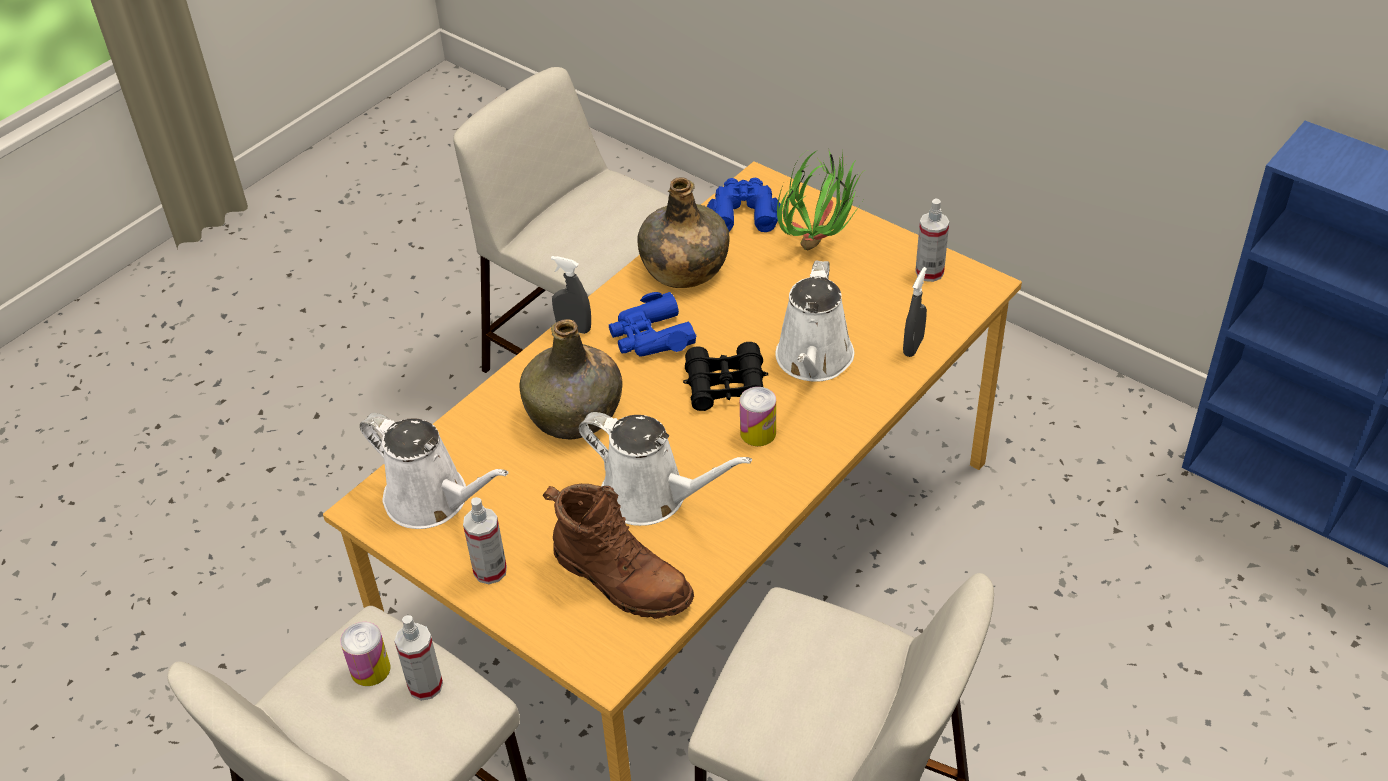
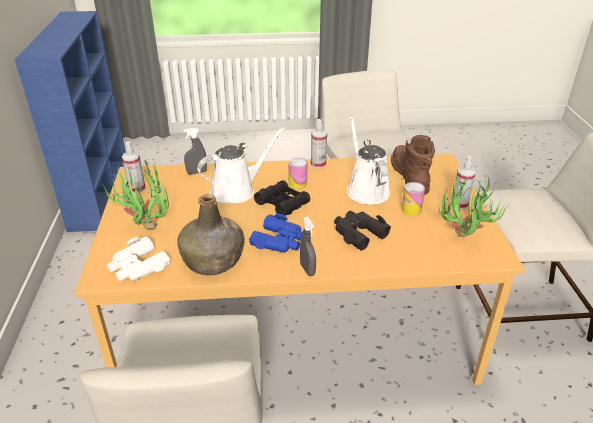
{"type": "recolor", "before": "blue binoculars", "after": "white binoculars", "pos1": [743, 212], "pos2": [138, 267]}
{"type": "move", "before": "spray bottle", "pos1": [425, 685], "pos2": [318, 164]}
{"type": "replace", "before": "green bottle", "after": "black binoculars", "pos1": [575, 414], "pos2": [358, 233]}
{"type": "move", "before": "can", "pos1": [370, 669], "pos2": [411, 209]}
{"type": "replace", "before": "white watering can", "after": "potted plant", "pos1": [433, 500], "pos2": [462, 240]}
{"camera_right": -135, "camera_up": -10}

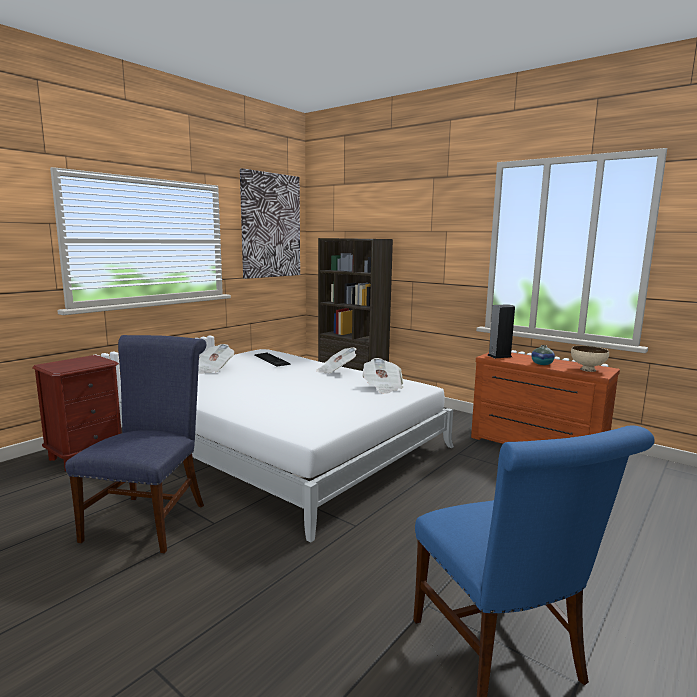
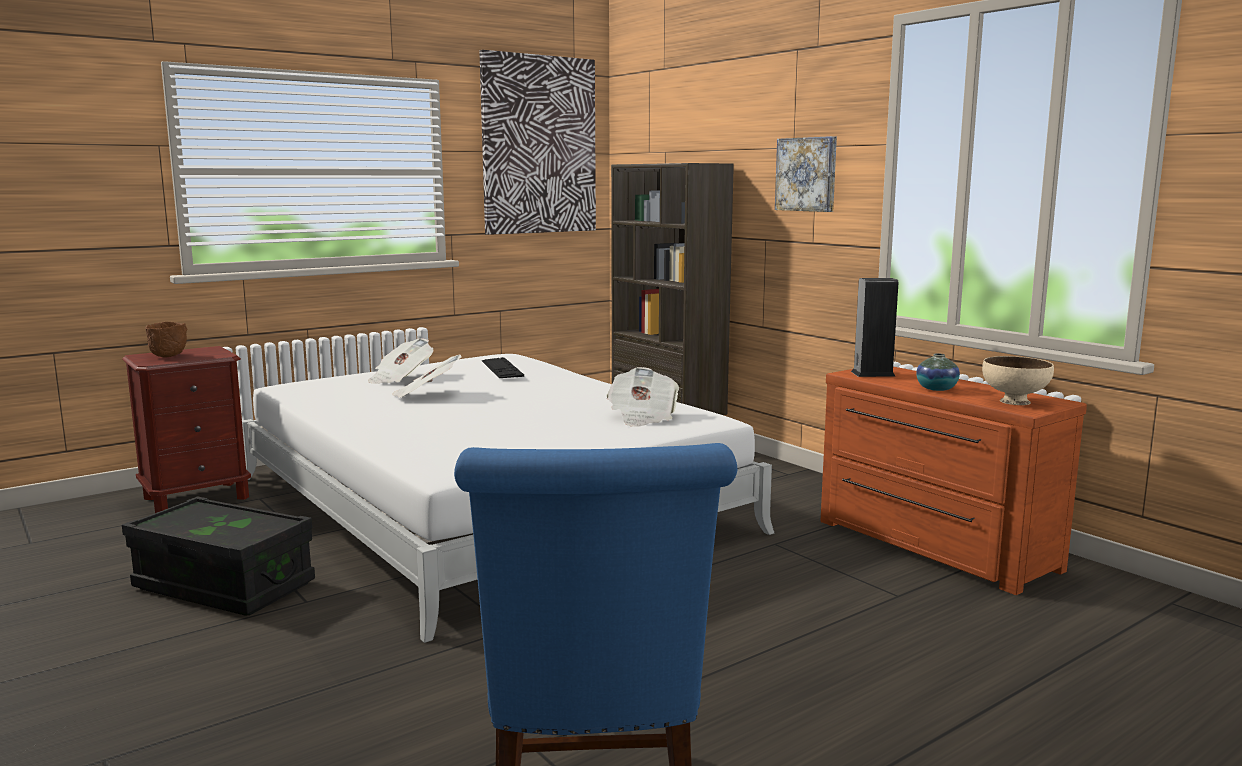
{"type": "replace", "before": "blue chair", "after": "black storage box", "pos1": [150, 518], "pos2": [224, 585]}
{"type": "insert", "after": "brown bowl", "pos2": [169, 356]}
{"type": "move", "before": "newspaper", "pos1": [336, 371], "pos2": [426, 395]}
{"type": "insert", "after": "picture", "pos2": [807, 174]}
{"camera_right": 15, "camera_up": 0}

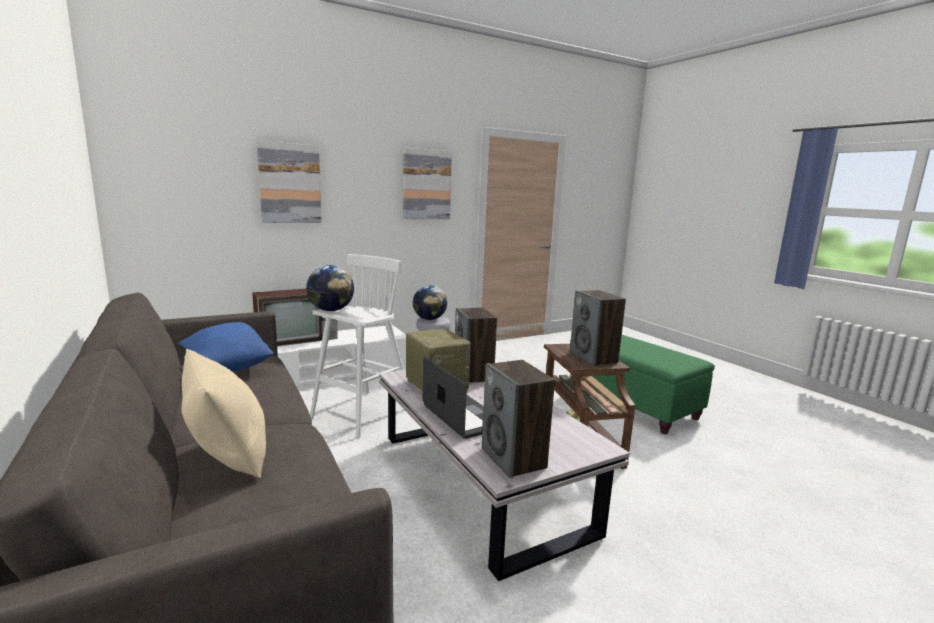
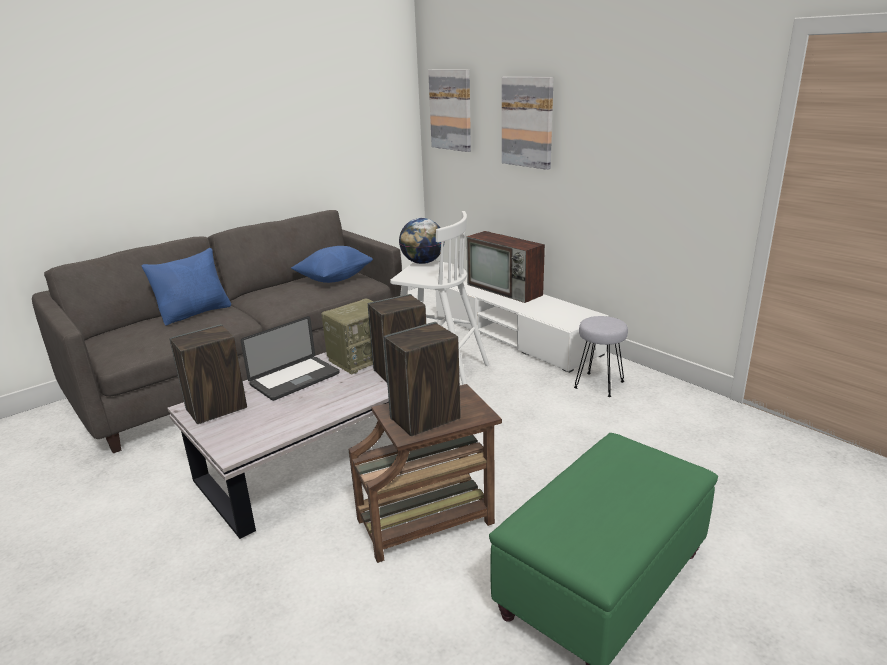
{"type": "recolor", "before": "beige pillow", "after": "blue pillow", "pos1": [228, 456], "pos2": [195, 313]}
{"type": "move", "before": "picture", "pos1": [426, 184], "pos2": [451, 110]}
{"type": "delete", "before": "globe", "pos1": [429, 319]}
{"camera_right": 80, "camera_up": 10}

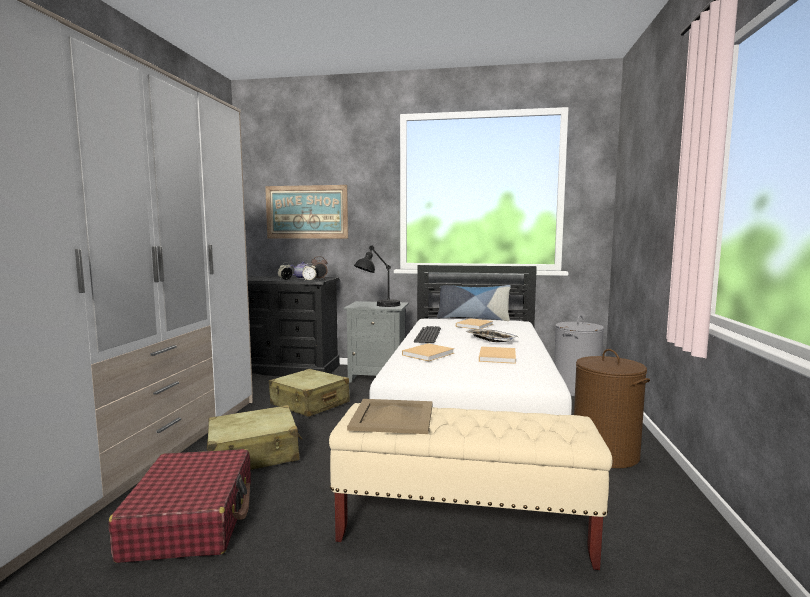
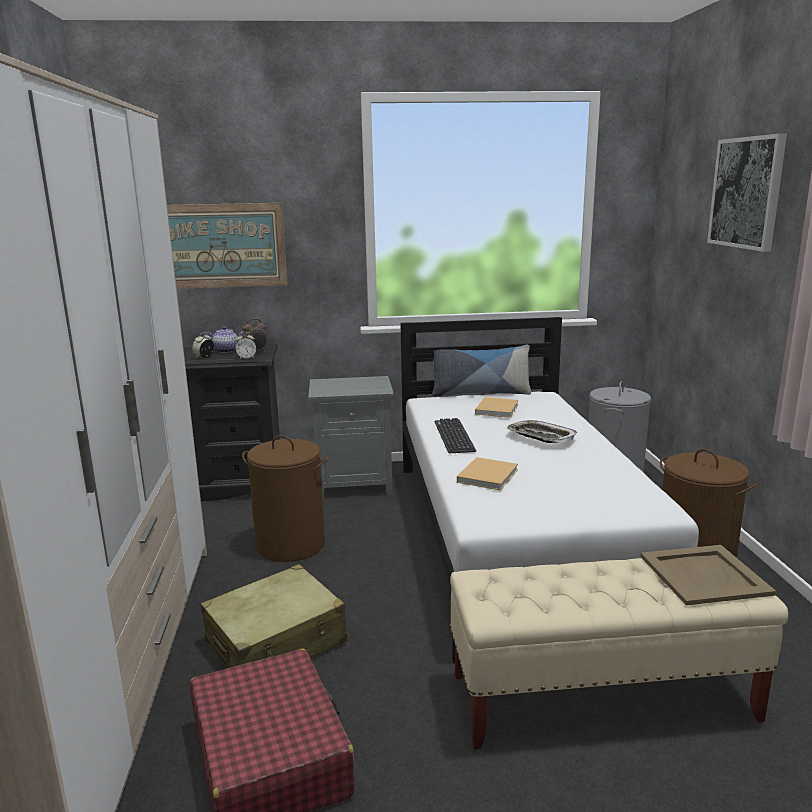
{"type": "replace", "before": "beige suitcase", "after": "brown laundry basket", "pos1": [309, 404], "pos2": [291, 545]}
{"type": "move", "before": "beige tray", "pos1": [393, 416], "pos2": [704, 574]}
{"type": "insert", "after": "picture", "pos2": [747, 192]}
{"type": "delete", "before": "black table lamp", "pos1": [378, 306]}
{"type": "delete", "before": "beige book", "pos1": [497, 356]}
{"camera_right": -15, "camera_up": 10}

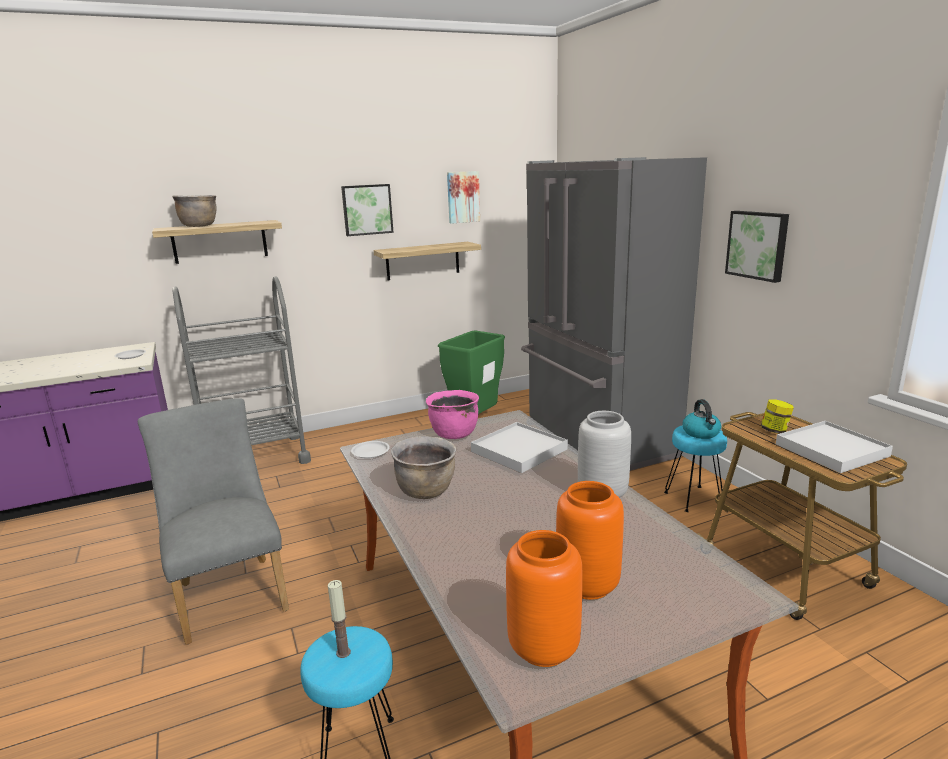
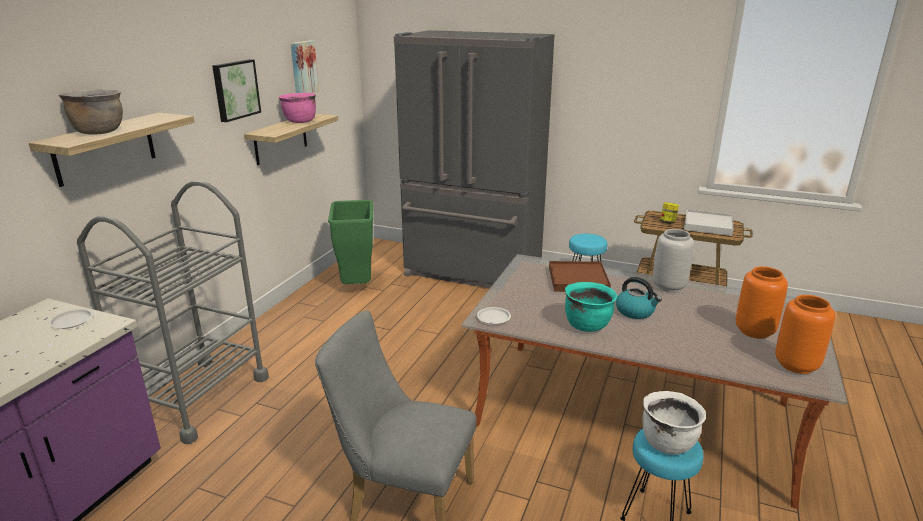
{"type": "move", "before": "pink cooking pot", "pos1": [453, 434], "pos2": [300, 122]}
{"type": "recolor", "before": "white tray", "after": "brown tray", "pos1": [519, 450], "pos2": [578, 279]}
{"type": "recolor", "before": "brown cooking pot", "after": "turquoise cooking pot", "pos1": [426, 491], "pos2": [587, 325]}
{"type": "move", "before": "kettle", "pos1": [701, 433], "pos2": [635, 311]}
{"type": "replace", "before": "candle", "after": "white cooking pot", "pos1": [343, 652], "pos2": [667, 443]}
{"type": "delete", "before": "picture", "pos1": [758, 245]}
{"camera_right": -45, "camera_up": 5}

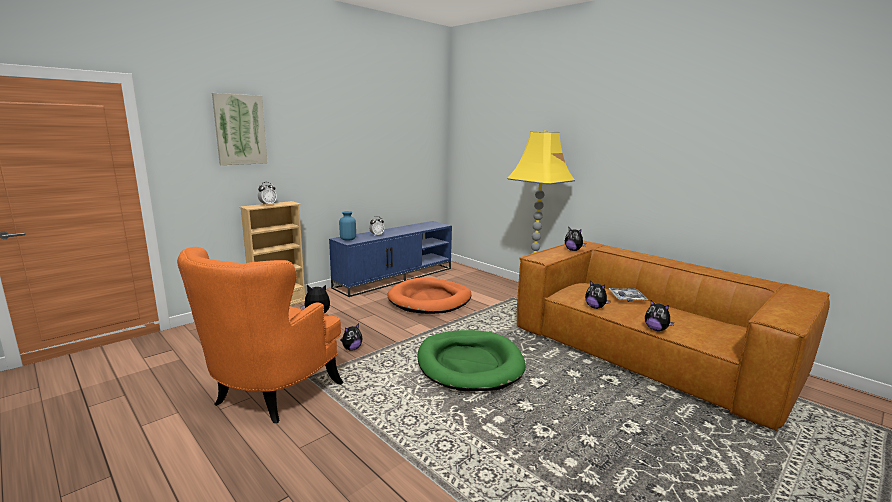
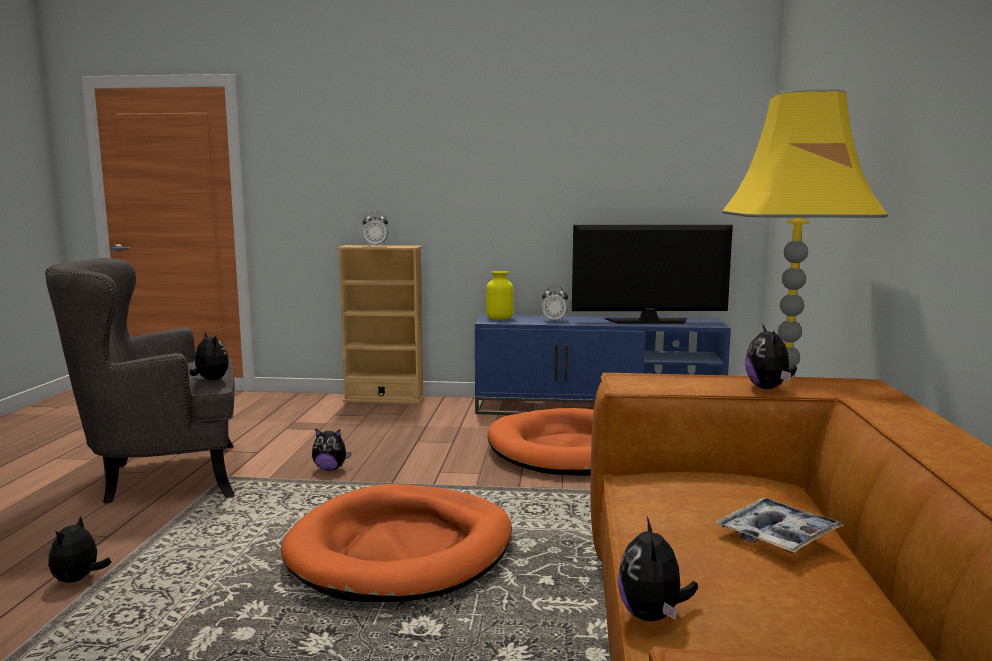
{"type": "recolor", "before": "orange armchair", "after": "grey armchair", "pos1": [269, 395], "pos2": [162, 477]}
{"type": "move", "before": "plush toy", "pos1": [595, 307], "pos2": [78, 579]}
{"type": "recolor", "before": "green dog bed", "after": "orange dog bed", "pos1": [469, 364], "pos2": [402, 550]}
{"type": "recolor", "before": "blue vase", "after": "yellow vase", "pos1": [348, 239], "pos2": [499, 318]}
{"type": "insert", "after": "television", "pos2": [648, 321]}
{"type": "delete", "before": "picture", "pos1": [240, 129]}
{"camera_right": 50, "camera_up": -5}

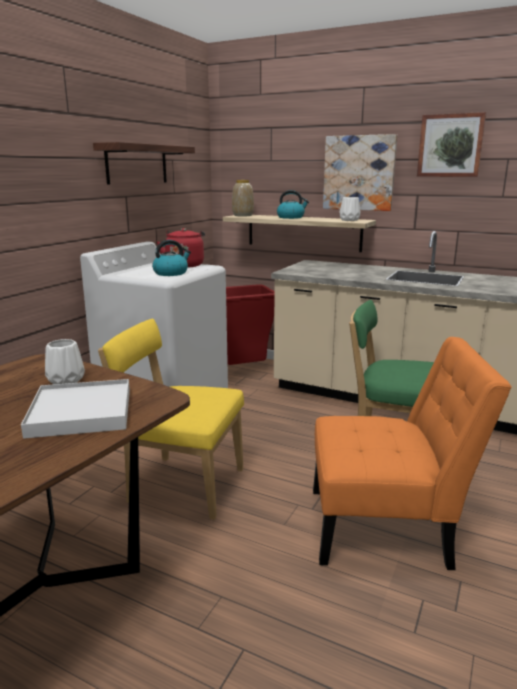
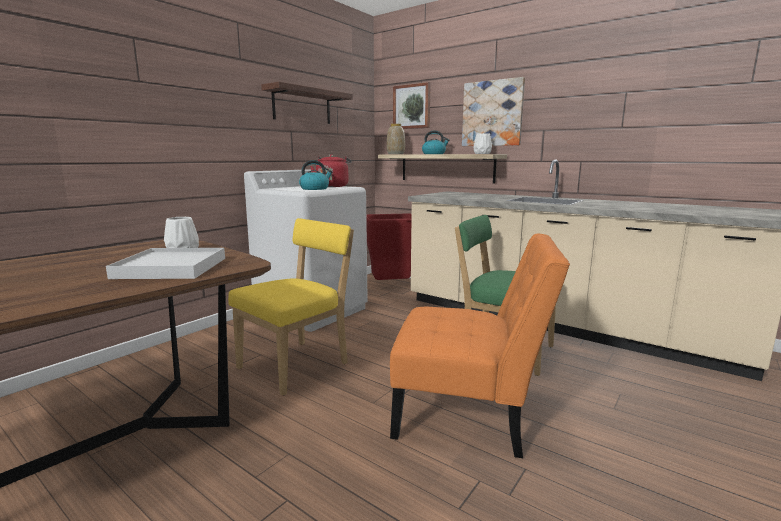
{"type": "rotate", "before": "yellow chair", "pos1": [181, 485], "pos2": [298, 364], "turn": 105}
{"type": "move", "before": "picture", "pos1": [450, 145], "pos2": [412, 106]}
{"camera_right": 10, "camera_up": -5}

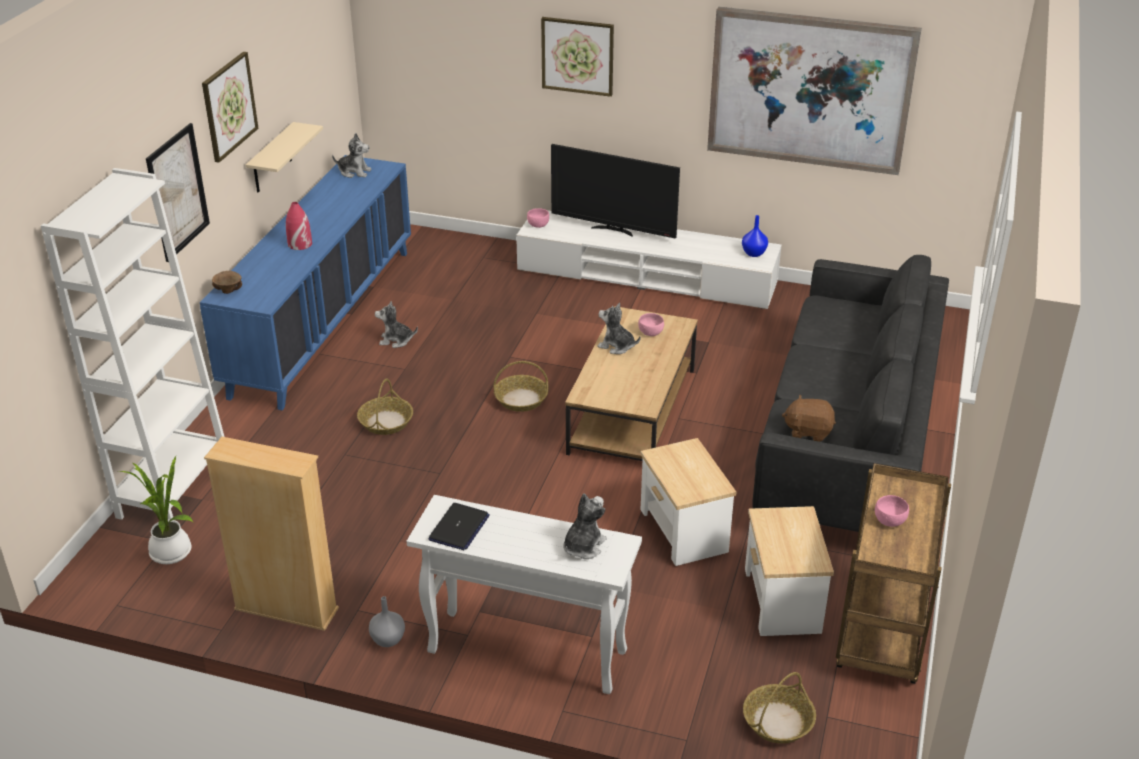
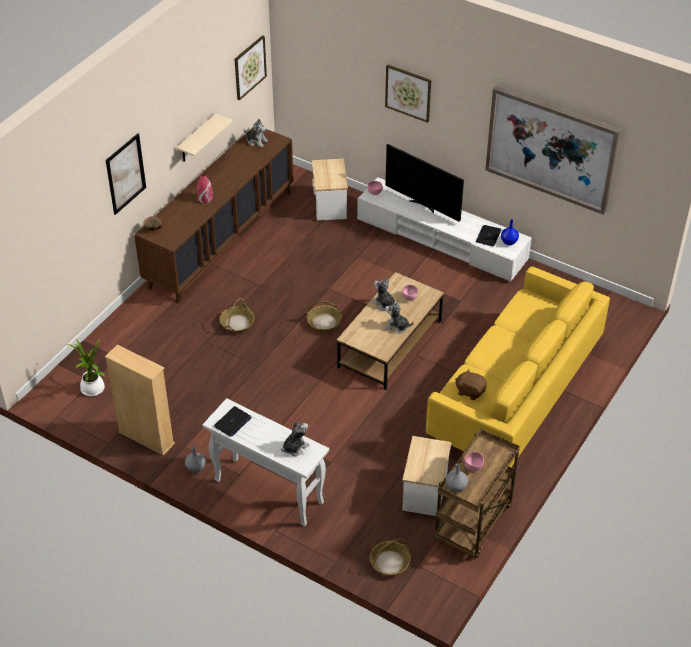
{"type": "recolor", "before": "blue cabinet", "after": "brown cabinet", "pos1": [322, 321], "pos2": [220, 239]}
{"type": "move", "before": "picture", "pos1": [229, 106], "pos2": [249, 67]}
{"type": "move", "before": "side table", "pos1": [682, 531], "pos2": [329, 205]}
{"type": "move", "before": "plush toy", "pos1": [396, 340], "pos2": [397, 327]}
{"type": "recolor", "before": "black sofa", "after": "yellow sofa", "pos1": [846, 444], "pos2": [514, 394]}
{"type": "insert", "after": "grey vase", "pos2": [456, 488]}
{"type": "insert", "after": "laptop", "pos2": [488, 236]}
{"type": "delete", "before": "white bookcase", "pos1": [174, 489]}
{"camera_right": 15, "camera_up": 10}

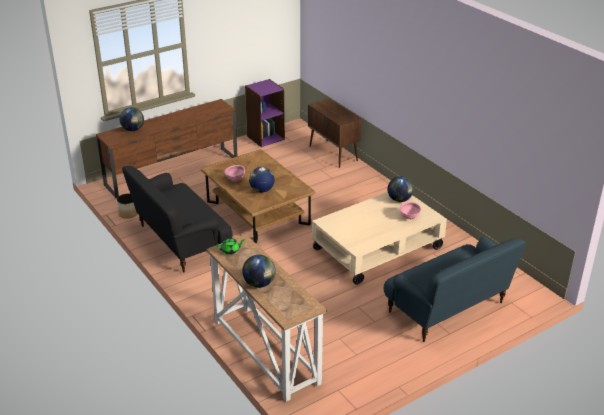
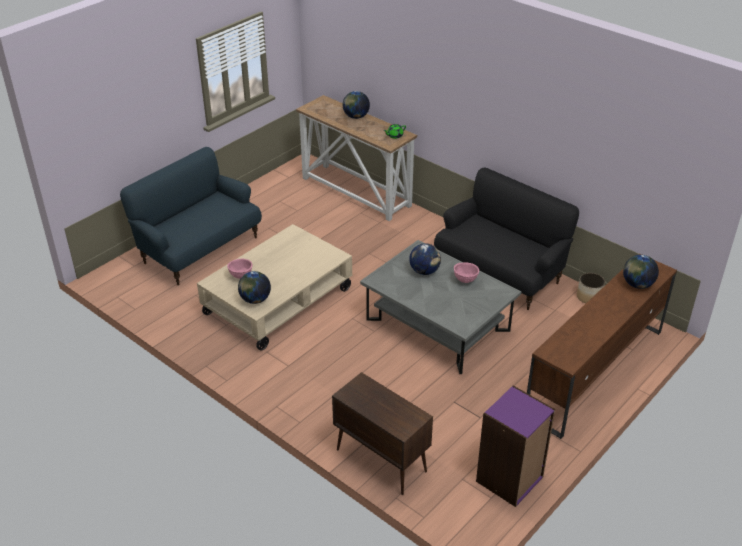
{"type": "recolor", "before": "brown coffee table", "after": "grey coffee table", "pos1": [257, 213], "pos2": [438, 325]}
{"camera_right": 165, "camera_up": 5}

